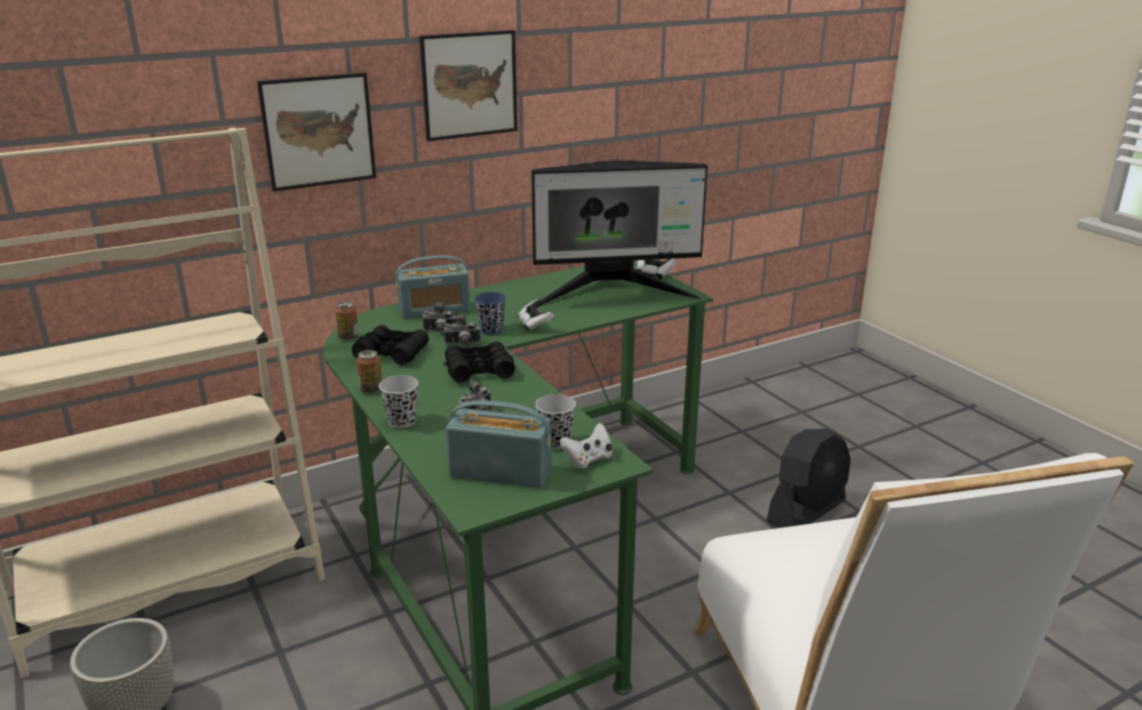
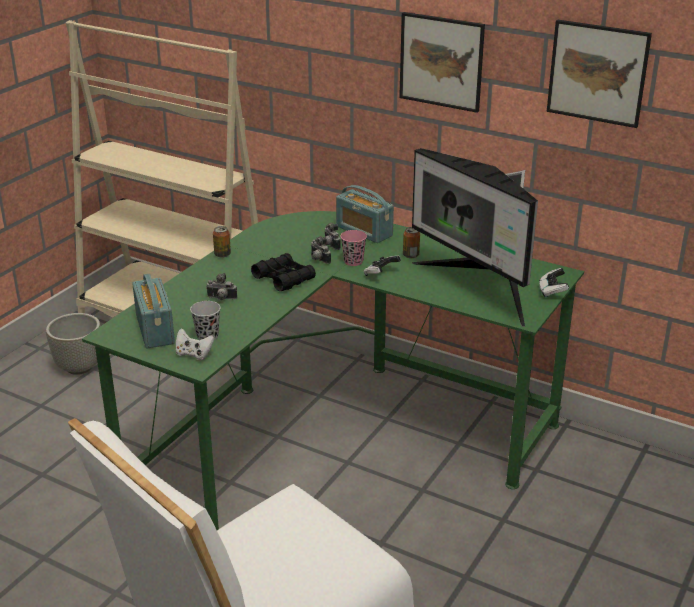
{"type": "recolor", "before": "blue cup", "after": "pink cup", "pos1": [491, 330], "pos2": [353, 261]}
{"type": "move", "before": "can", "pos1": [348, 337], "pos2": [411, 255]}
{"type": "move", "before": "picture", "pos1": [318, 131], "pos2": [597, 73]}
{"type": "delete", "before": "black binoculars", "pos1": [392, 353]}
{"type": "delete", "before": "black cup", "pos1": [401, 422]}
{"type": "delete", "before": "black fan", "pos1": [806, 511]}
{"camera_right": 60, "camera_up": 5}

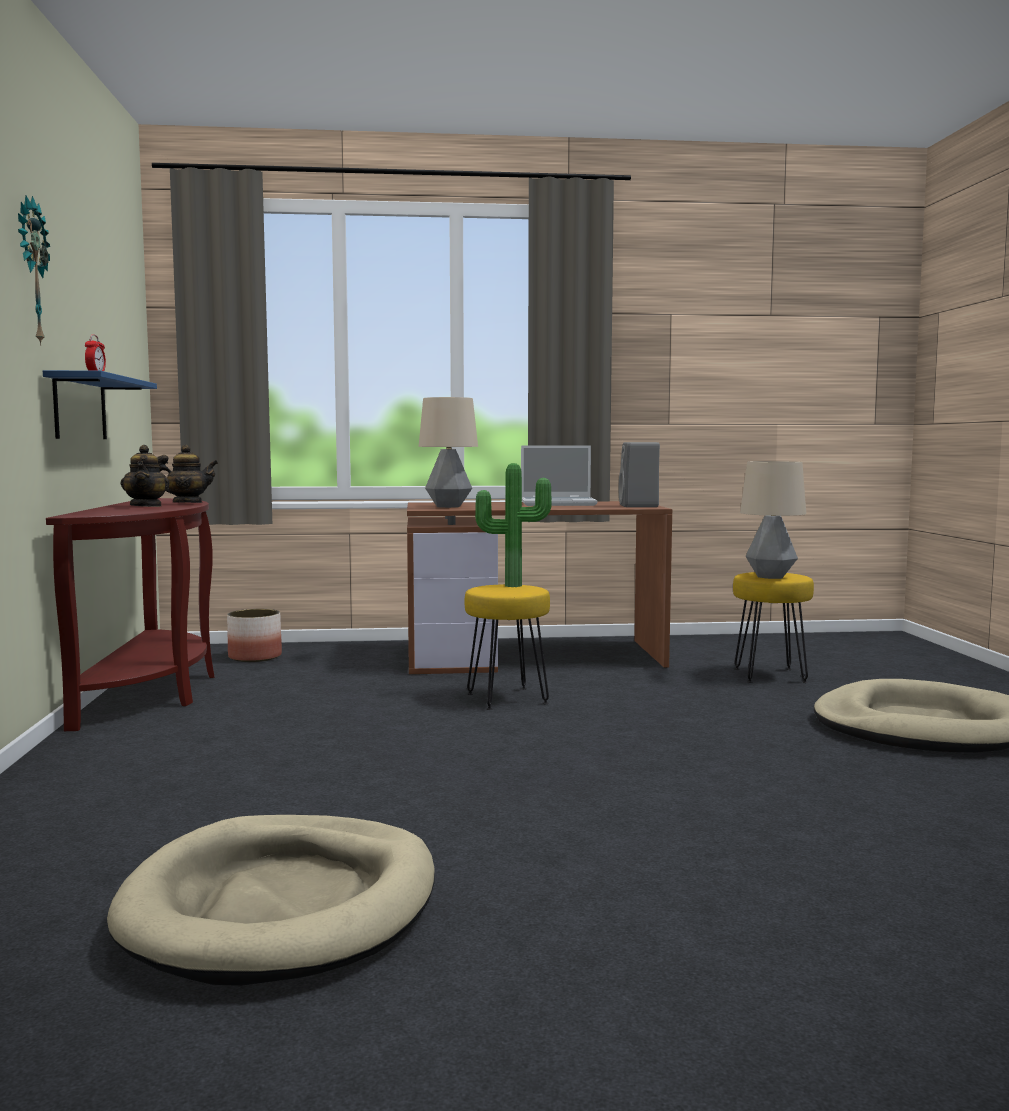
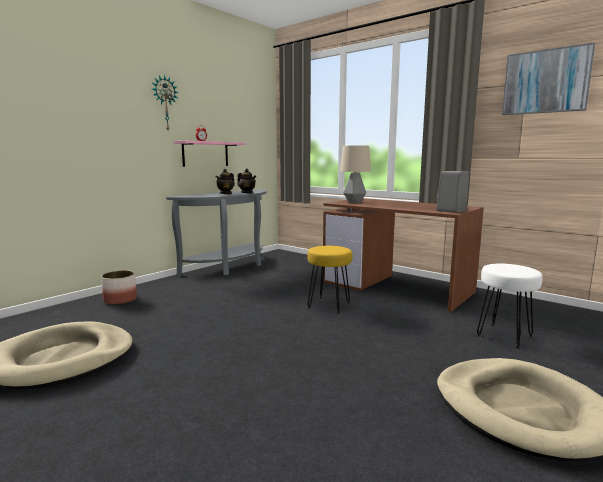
{"type": "move", "before": "planter", "pos1": [255, 657], "pos2": [120, 300]}
{"type": "recolor", "before": "brown console table", "after": "grey console table", "pos1": [153, 691], "pos2": [230, 267]}
{"type": "recolor", "before": "blue shelf", "after": "pink shelf", "pos1": [80, 408], "pos2": [205, 154]}
{"type": "recolor", "before": "yellow stool", "after": "white stool", "pos1": [769, 675], "pos2": [503, 336]}
{"type": "insert", "after": "picture", "pos2": [546, 81]}
{"type": "delete", "before": "potted plant", "pos1": [513, 585]}
{"type": "delete", "before": "laptop", "pos1": [559, 504]}
{"type": "delete", "before": "table lamp", "pos1": [771, 577]}
{"camera_right": 45, "camera_up": 5}

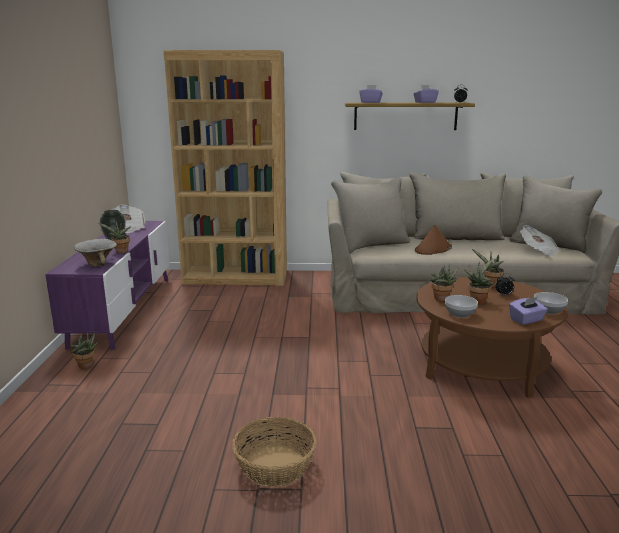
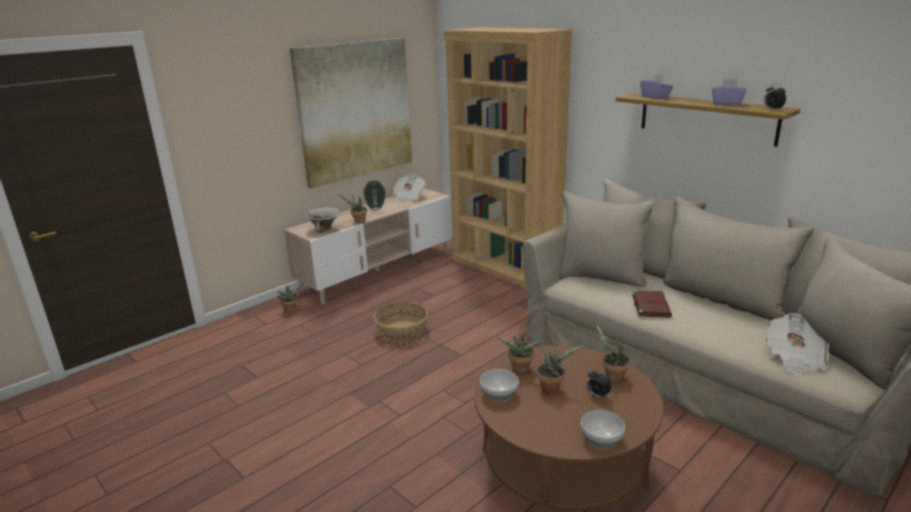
{"type": "recolor", "before": "purple tv stand", "after": "beige tv stand", "pos1": [123, 310], "pos2": [378, 271]}
{"type": "insert", "after": "picture", "pos2": [355, 110]}
{"type": "move", "before": "basket", "pos1": [275, 466], "pos2": [402, 331]}
{"type": "replace", "before": "brown hat", "after": "brown book", "pos1": [433, 249], "pos2": [650, 305]}
{"type": "delete", "before": "purple tissue box", "pos1": [526, 320]}
{"camera_right": 45, "camera_up": 5}

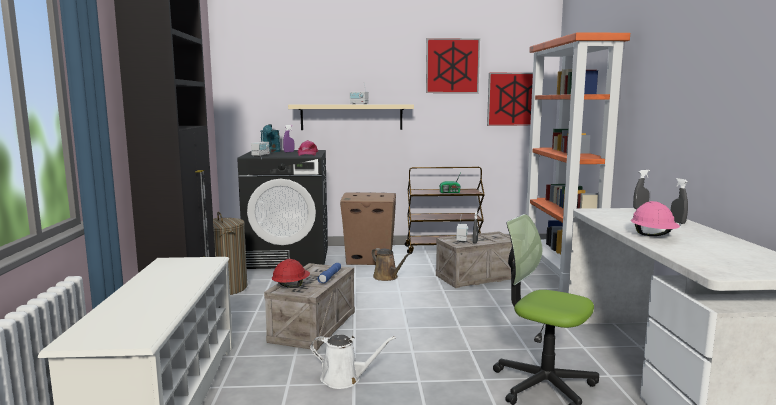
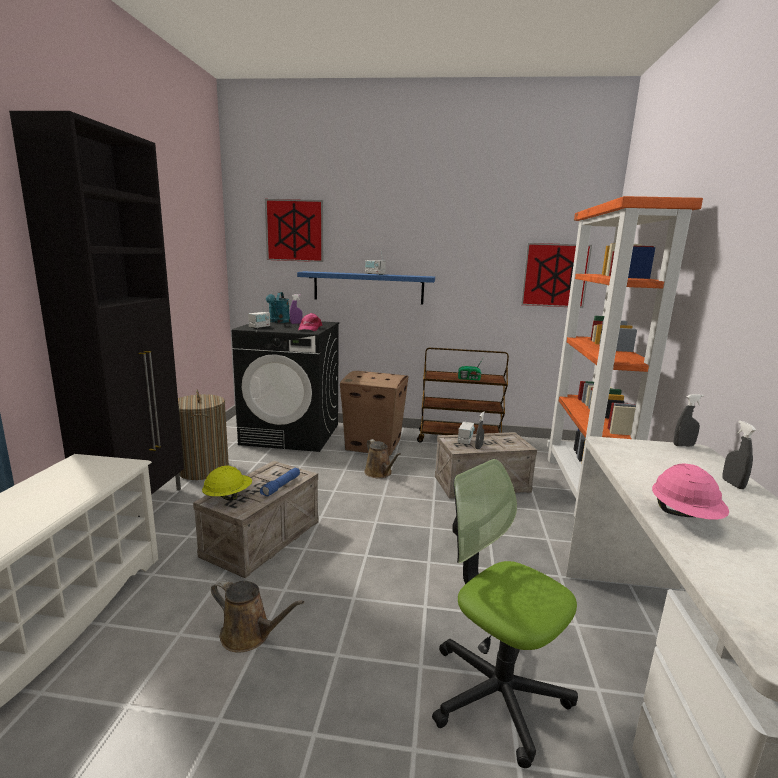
{"type": "recolor", "before": "red hard hat", "after": "yellow hard hat", "pos1": [291, 286], "pos2": [228, 497]}
{"type": "recolor", "before": "white watering can", "after": "brown watering can", "pos1": [344, 379], "pos2": [250, 635]}
{"type": "move", "before": "picture", "pos1": [452, 66], "pos2": [294, 230]}
{"type": "recolor", "before": "beige shelf", "after": "blue shelf", "pos1": [351, 117], "pos2": [368, 287]}
{"camera_right": 10, "camera_up": 5}

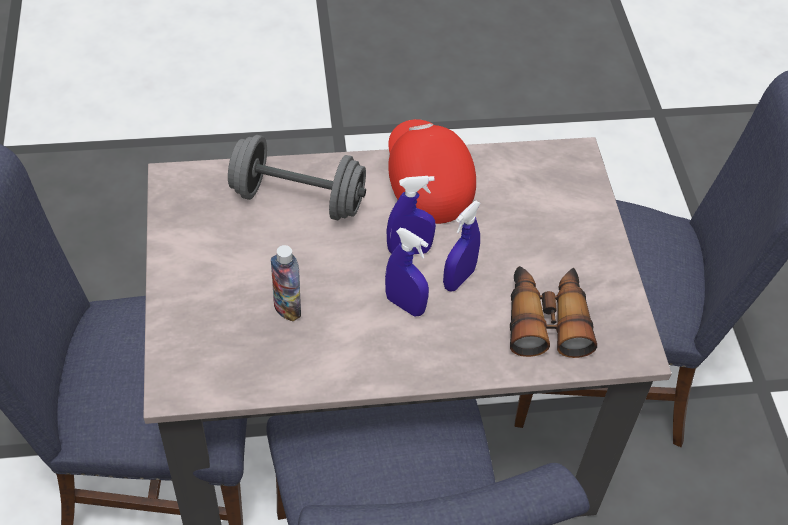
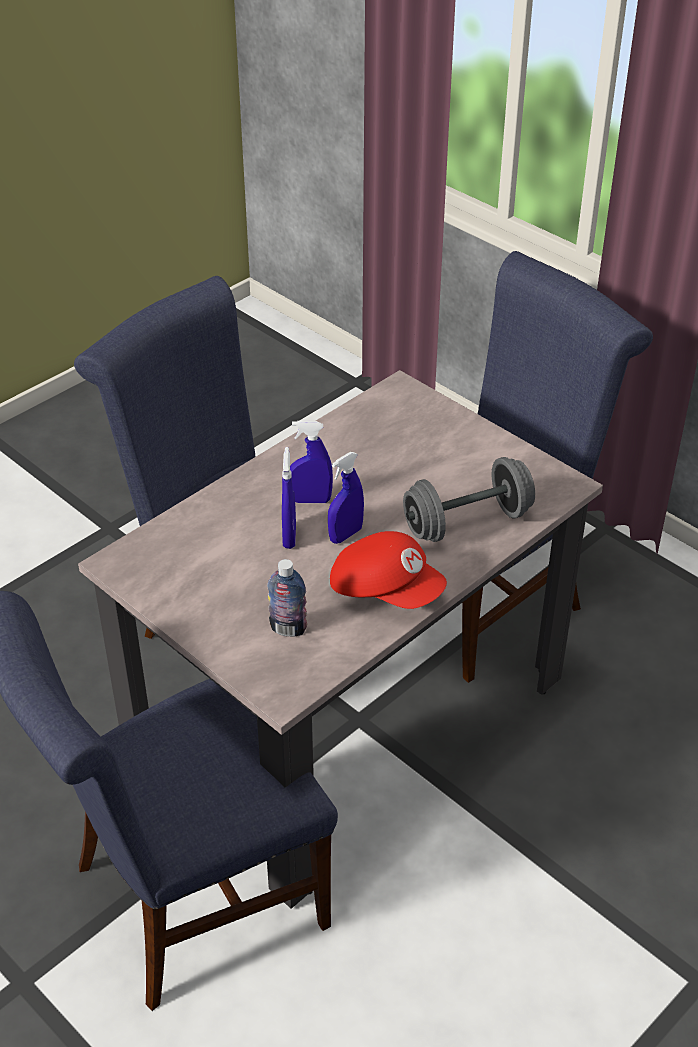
{"type": "move", "before": "bottle", "pos1": [287, 308], "pos2": [288, 629]}
{"type": "delete", "before": "binoculars", "pos1": [546, 318]}
{"camera_right": 145, "camera_up": -10}

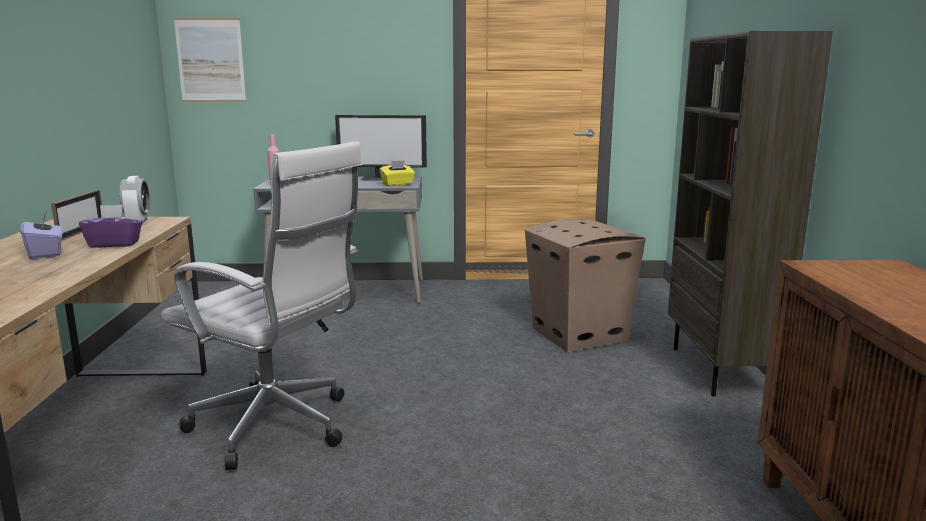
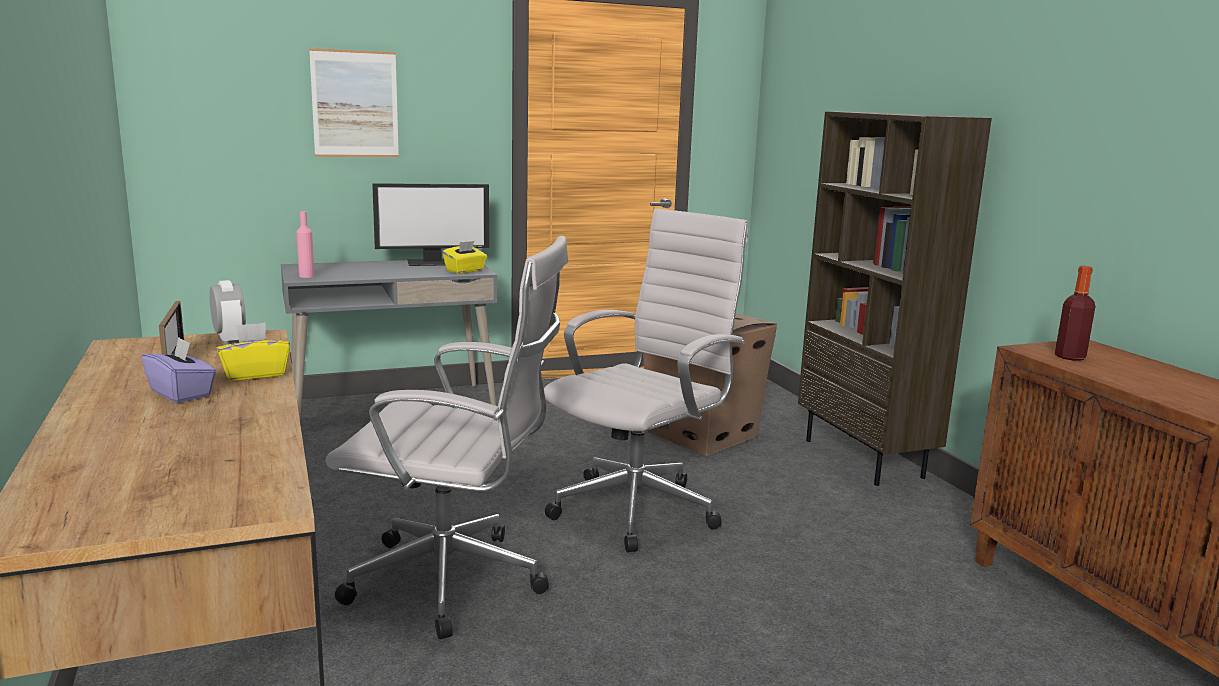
{"type": "recolor", "before": "purple tissue box", "after": "yellow tissue box", "pos1": [114, 244], "pos2": [254, 374]}
{"type": "move", "before": "picture", "pos1": [210, 60], "pos2": [355, 104]}
{"type": "insert", "after": "white office chair", "pos2": [640, 508]}
{"type": "insert", "after": "bottle", "pos2": [1070, 357]}
{"camera_right": -20, "camera_up": 0}

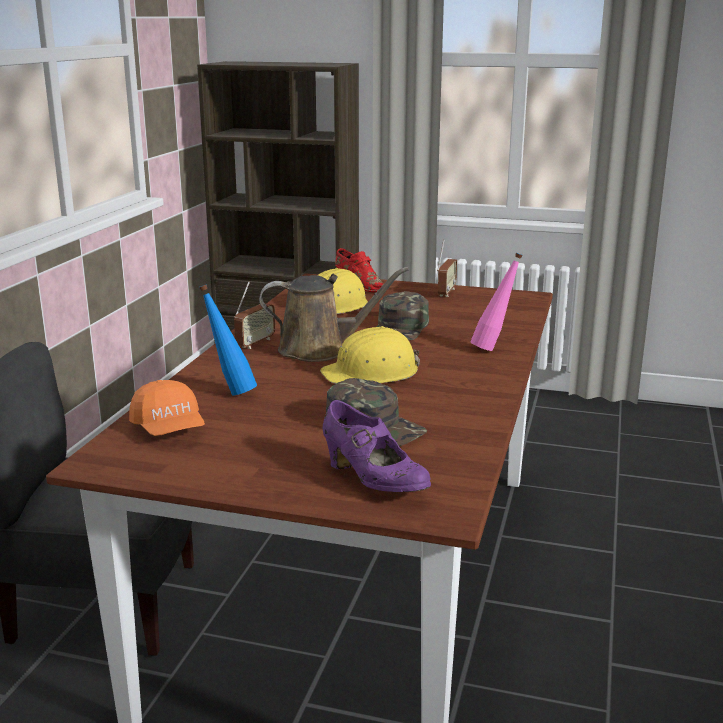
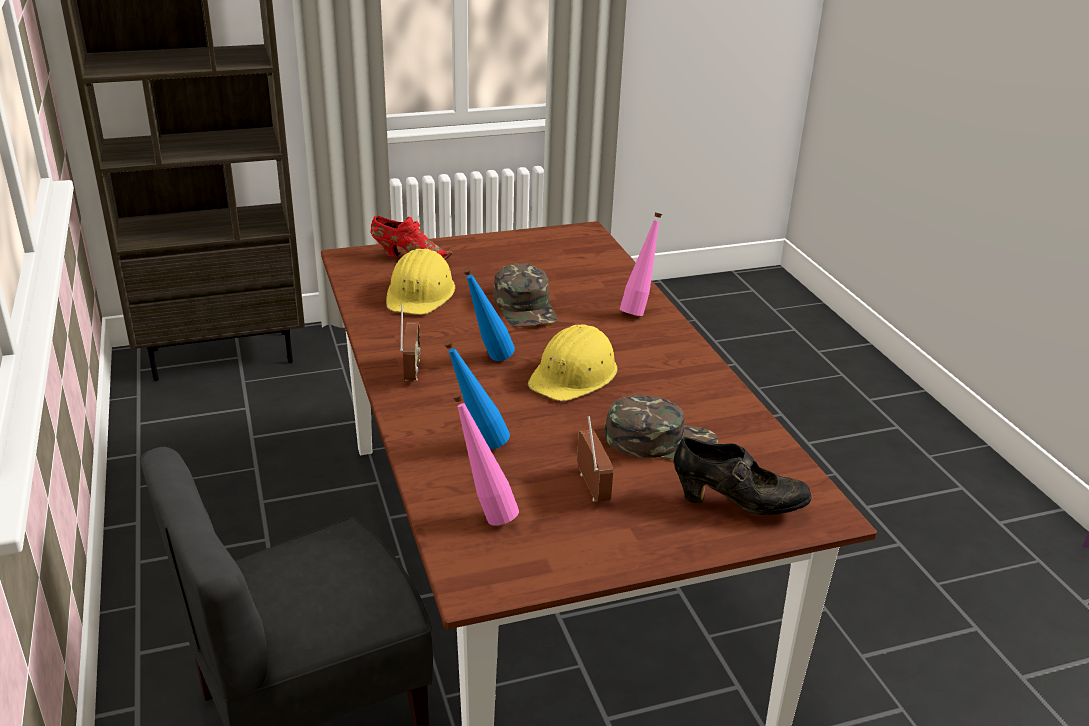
{"type": "replace", "before": "orange cap", "after": "pink bottle", "pos1": [169, 429], "pos2": [485, 514]}
{"type": "replace", "before": "brown watering can", "after": "blue bottle", "pos1": [320, 350], "pos2": [488, 360]}
{"type": "move", "before": "radio", "pos1": [446, 292], "pos2": [592, 487]}
{"type": "recolor", "before": "purple shoe", "after": "black shoe", "pos1": [373, 481], "pos2": [738, 504]}
{"camera_right": -35, "camera_up": 10}

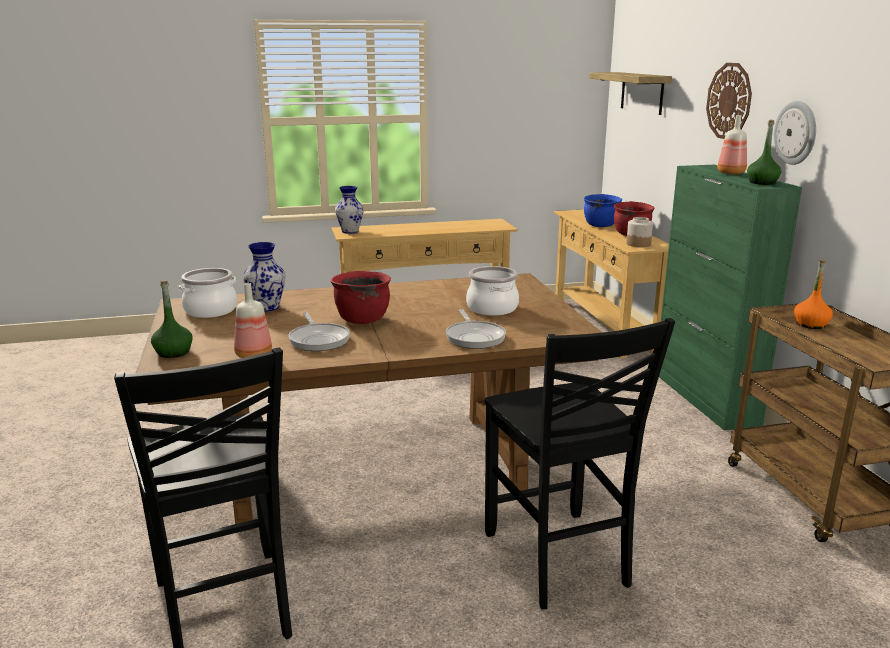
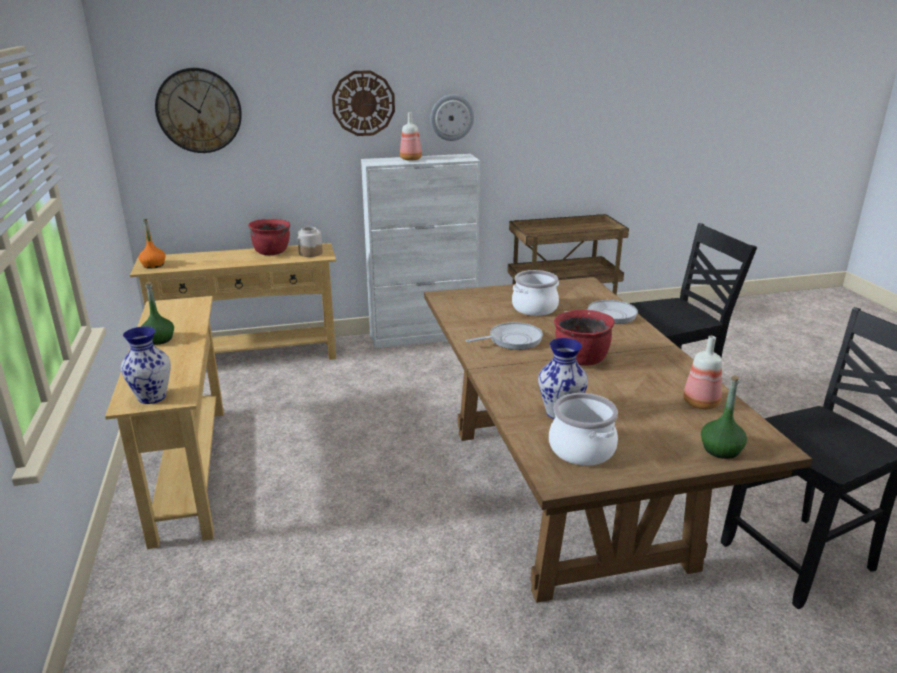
{"type": "move", "before": "orange bottle", "pos1": [811, 324], "pos2": [153, 265]}
{"type": "move", "before": "green bottle", "pos1": [762, 182], "pos2": [159, 339]}
{"type": "replace", "before": "shelf", "after": "wall clock", "pos1": [642, 92], "pos2": [199, 110]}
{"type": "recolor", "before": "green cabinet", "after": "white cabinet", "pos1": [705, 398], "pos2": [423, 336]}
{"type": "move", "before": "frying pan", "pos1": [318, 339], "pos2": [512, 340]}
{"type": "delete", "before": "blue cooking pot", "pos1": [601, 225]}
{"camera_right": -90, "camera_up": 5}

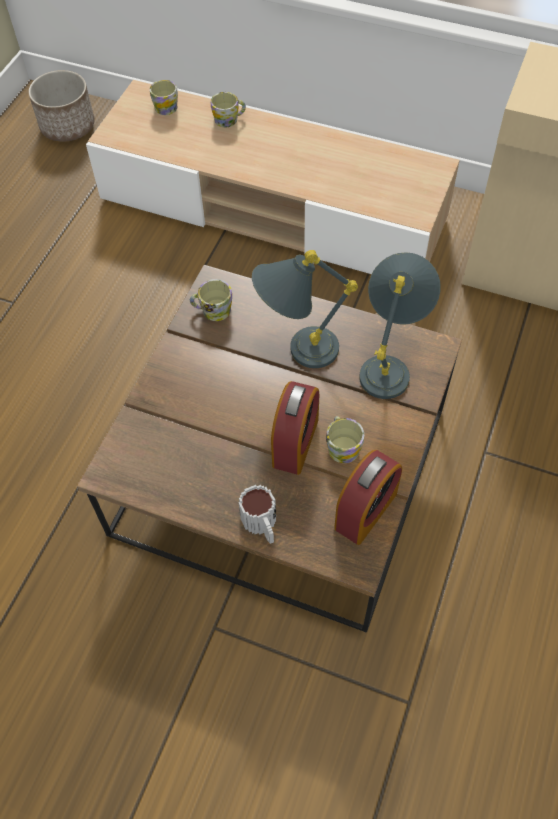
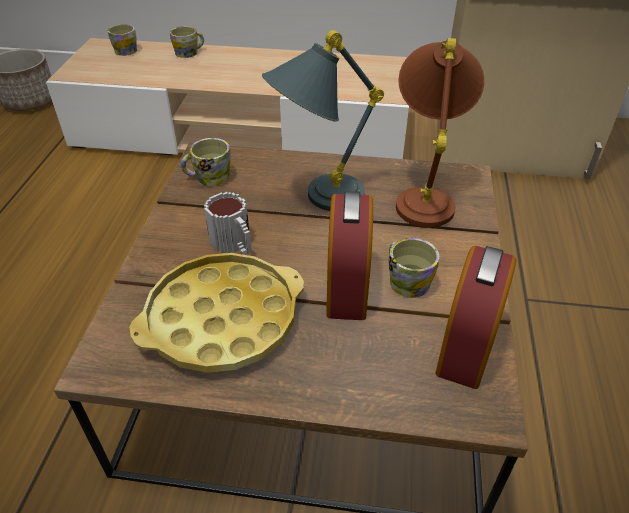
{"type": "insert", "after": "yellow tray", "pos2": [222, 319]}
{"type": "move", "before": "mug", "pos1": [261, 525], "pos2": [234, 244]}
{"type": "recolor", "before": "grey table lamp", "after": "brown table lamp", "pos1": [390, 363], "pos2": [425, 195]}
{"camera_right": -15, "camera_up": -15}

